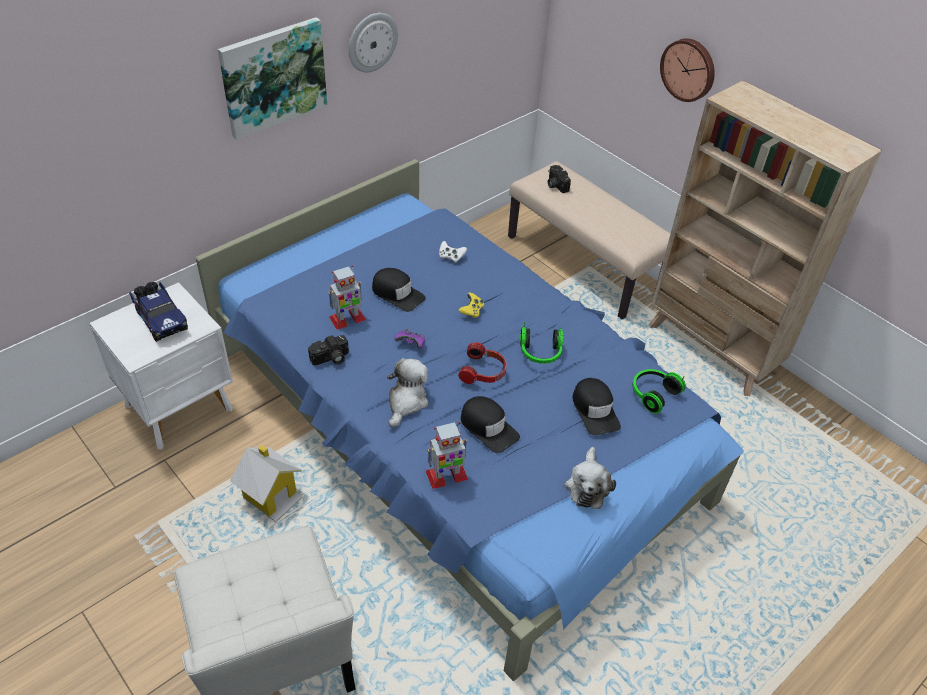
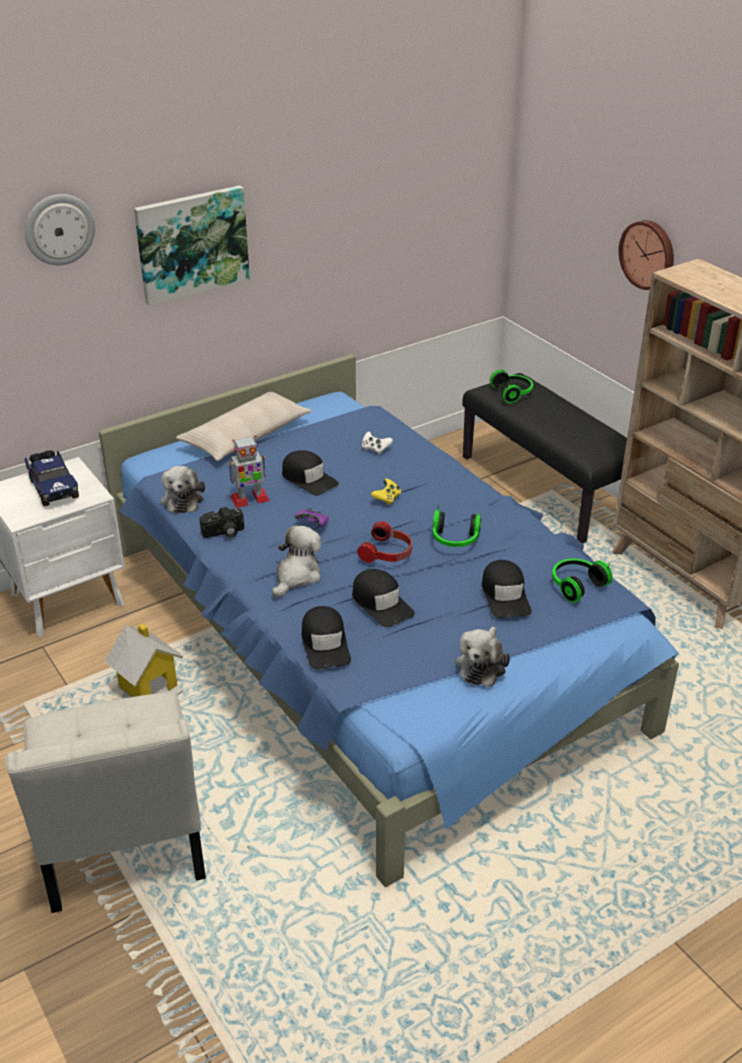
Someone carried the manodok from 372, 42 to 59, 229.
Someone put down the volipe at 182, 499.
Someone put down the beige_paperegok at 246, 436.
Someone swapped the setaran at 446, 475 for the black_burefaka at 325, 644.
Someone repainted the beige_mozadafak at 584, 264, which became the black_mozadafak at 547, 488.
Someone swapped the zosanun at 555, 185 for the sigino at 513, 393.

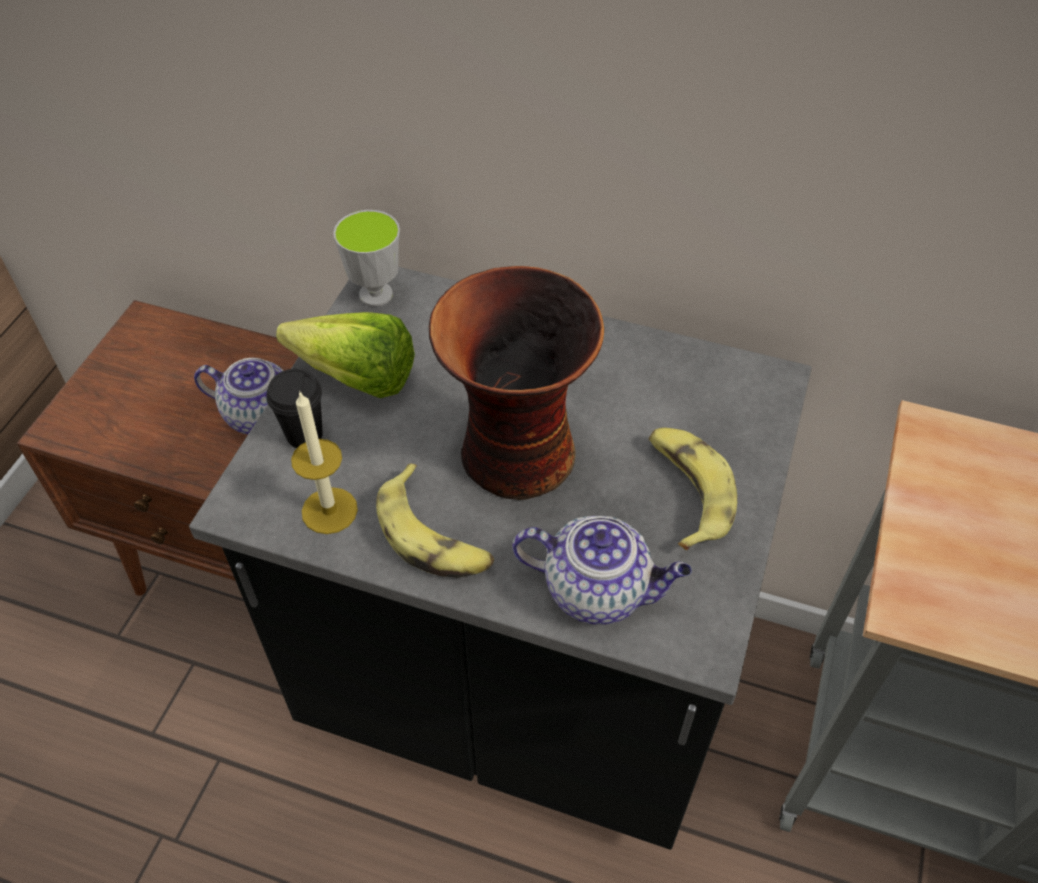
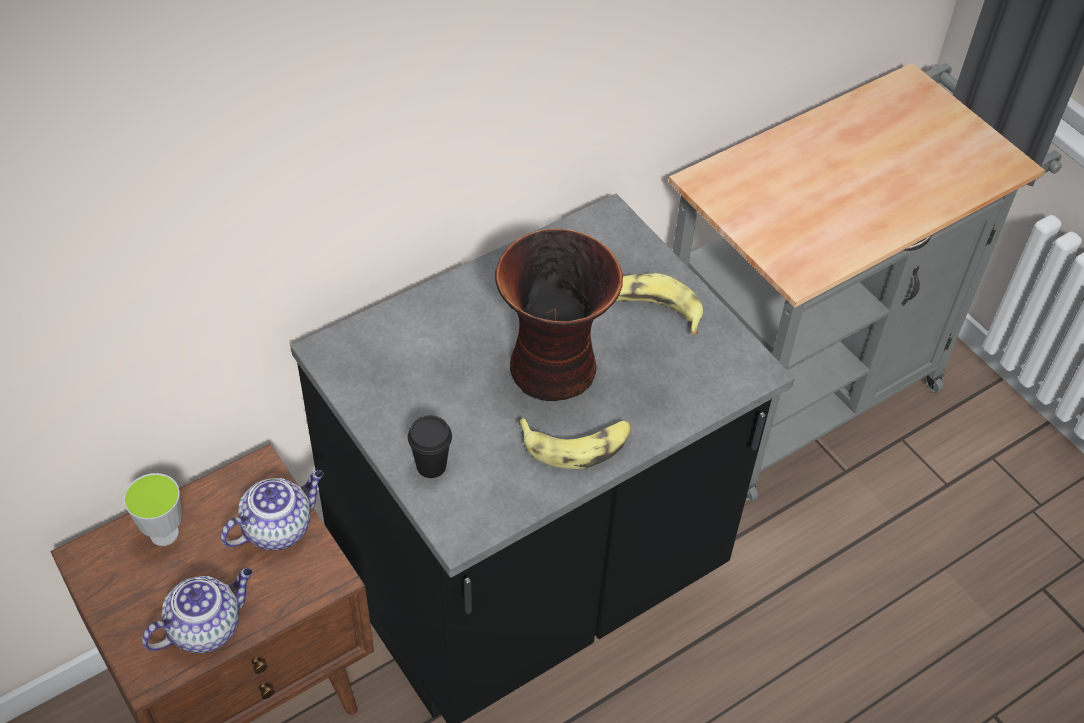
Someone carried the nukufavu from 376, 294 to 164, 534.
Someone carried the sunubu from 598, 590 to 206, 626.
Someone took away the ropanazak at 348, 374.
Someone took away the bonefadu at 329, 510.

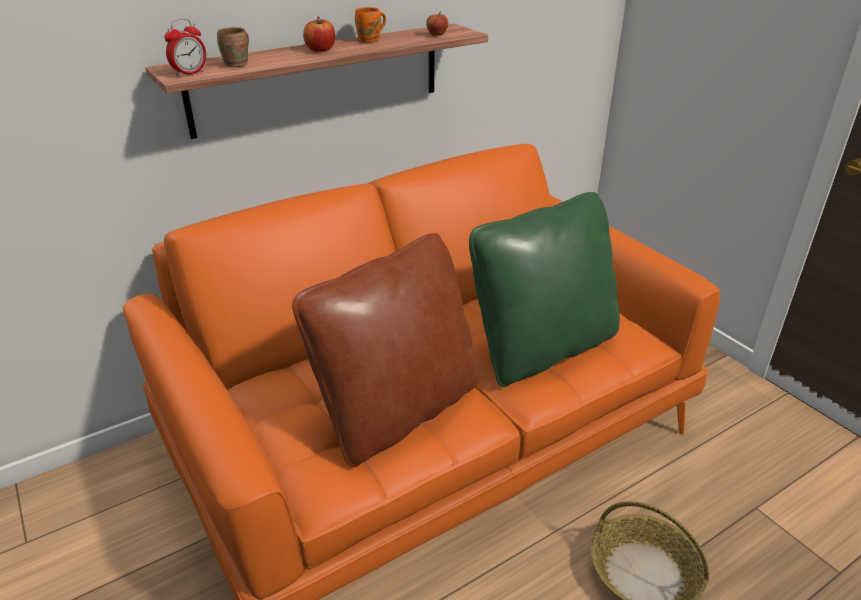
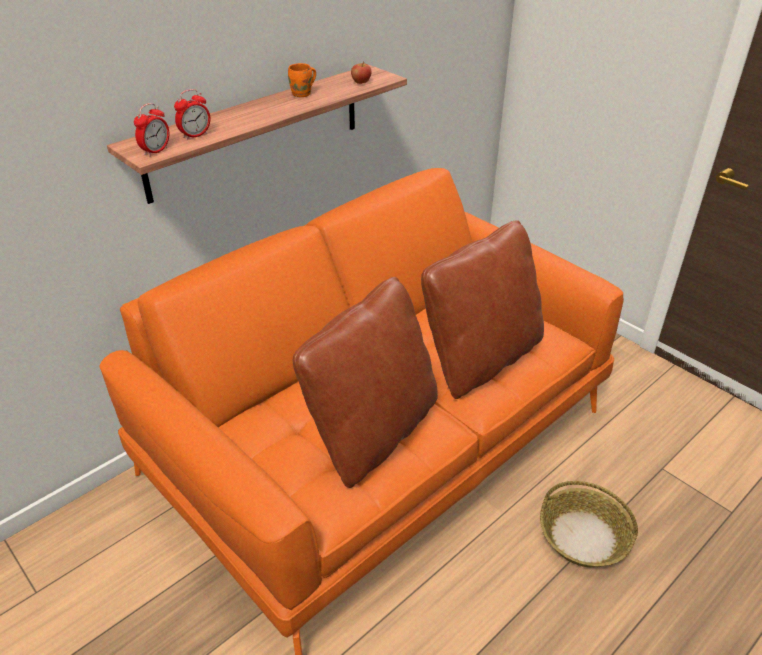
Someone swapped the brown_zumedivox at 238, 64 for the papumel at 195, 135.
Someone repainted the green_paperegok at 542, 348, which became the brown_paperegok at 481, 359.
Someone took away the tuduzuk at 320, 50.

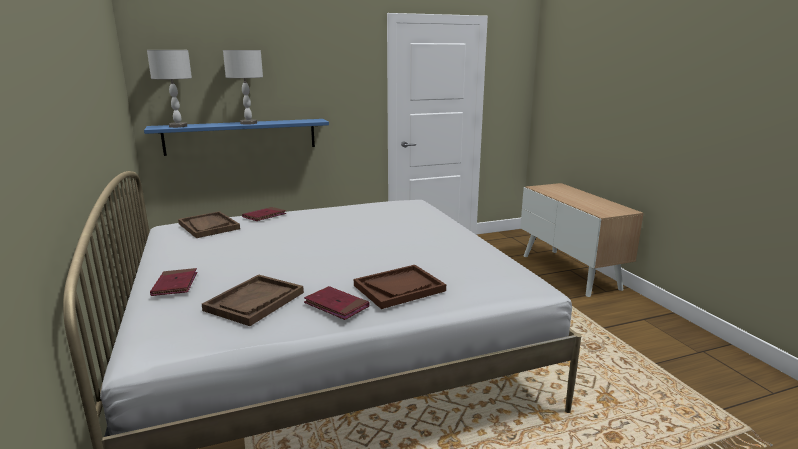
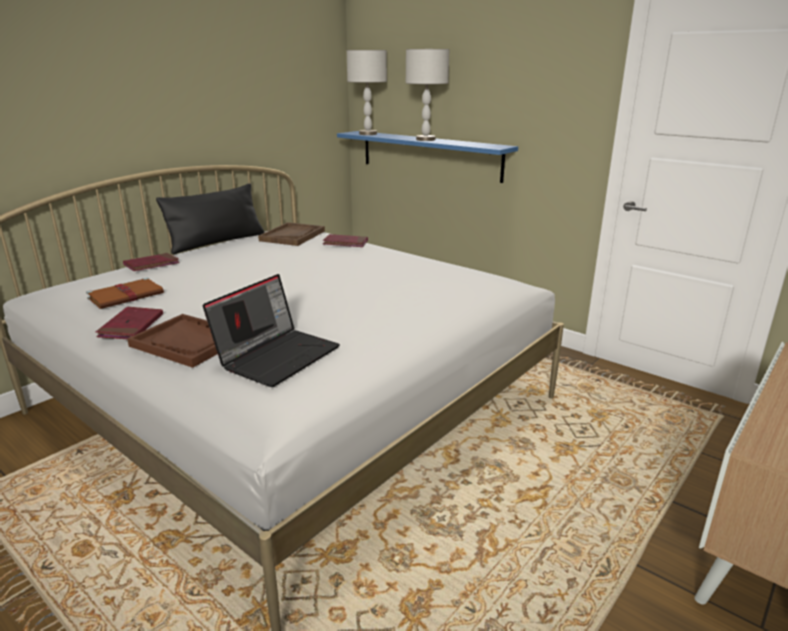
Someone swapped the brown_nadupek at 254, 301 for the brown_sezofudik at 127, 296.
Someone put down the black_paperegok at 217, 242.
Someone put down the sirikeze at 277, 355.

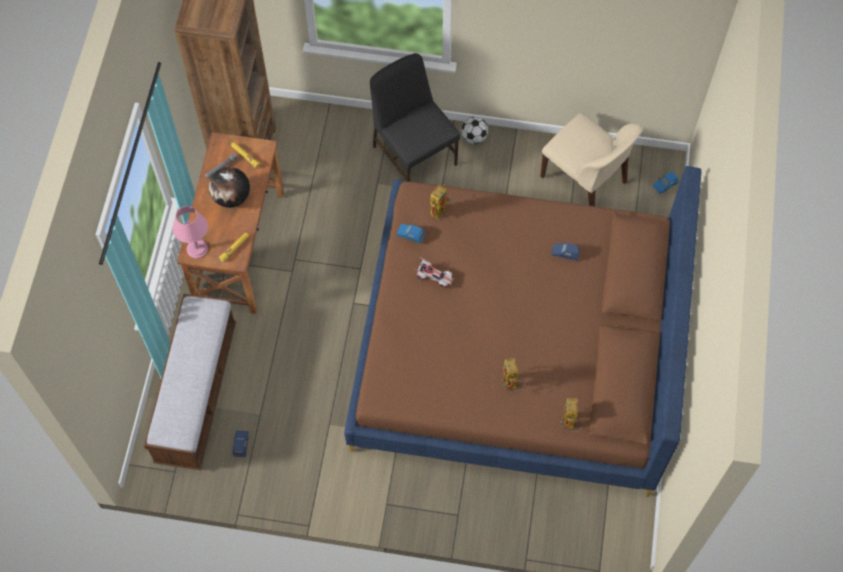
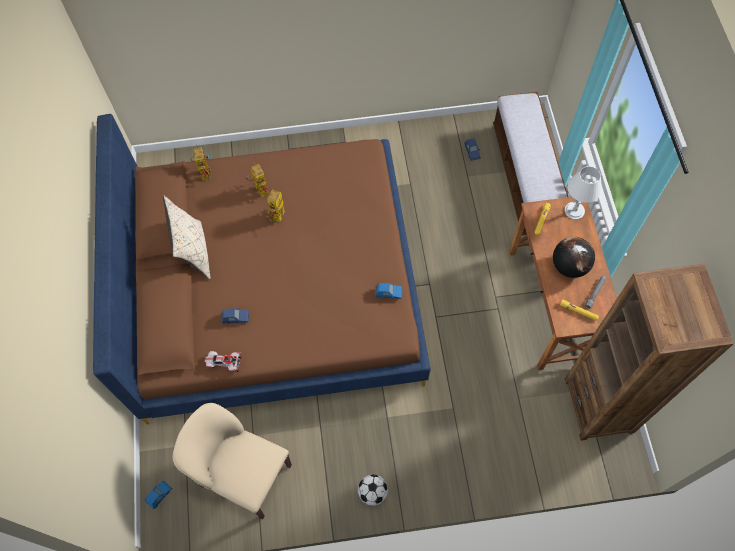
Someone put down the beige_paperegok at 194, 252.
Someone carried the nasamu from 434, 277 to 224, 363.
Someone carried the setaran from 439, 208 to 278, 219.
Someone repainted the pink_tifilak at 196, 249, which became the white_tifilak at 574, 210.
Someone took away the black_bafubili at 414, 154.

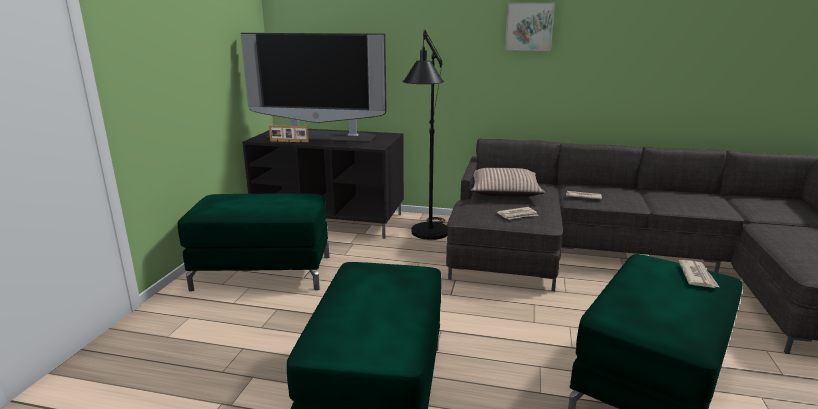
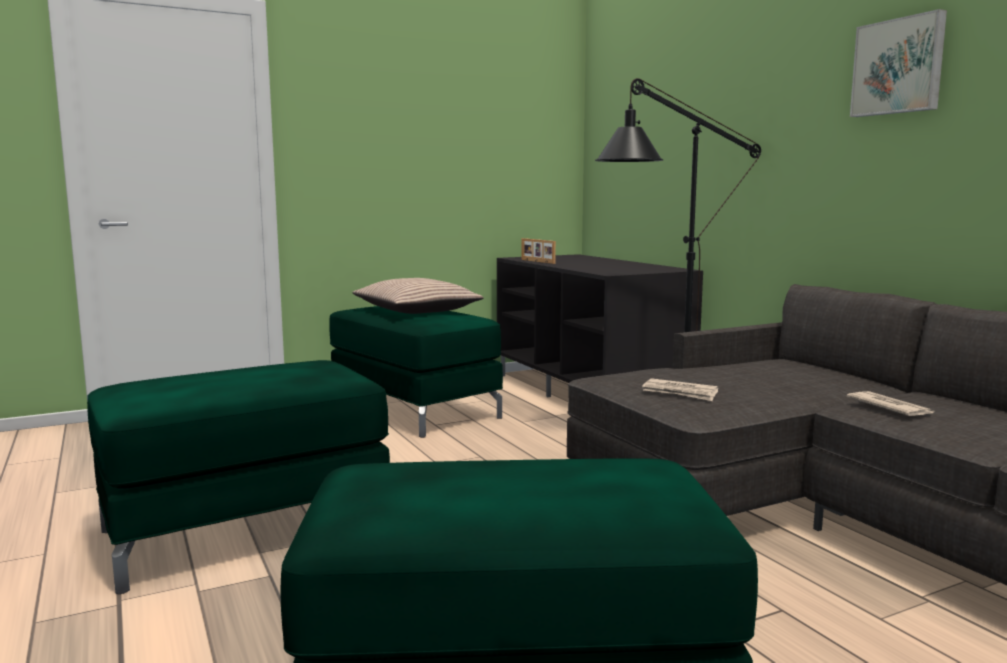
Someone carried the paperegok from 504, 192 to 417, 310.
Someone took away the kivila at 322, 136.
Someone took away the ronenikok at 697, 276.

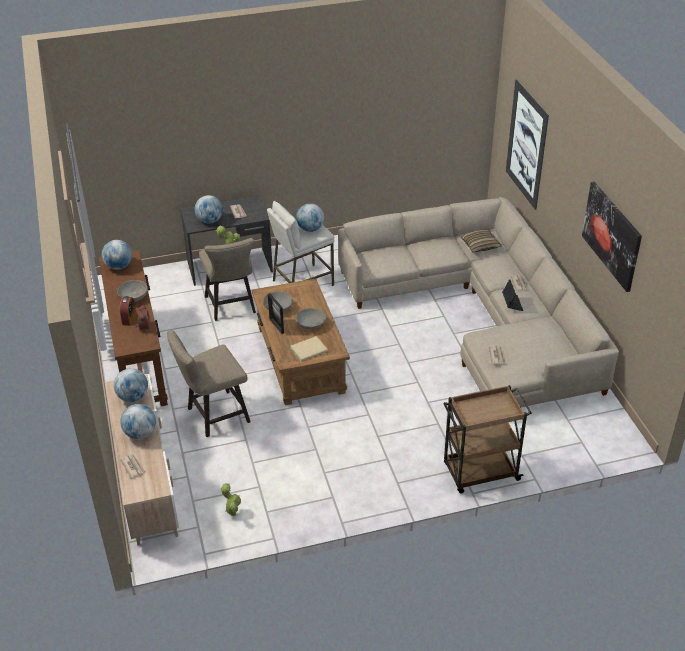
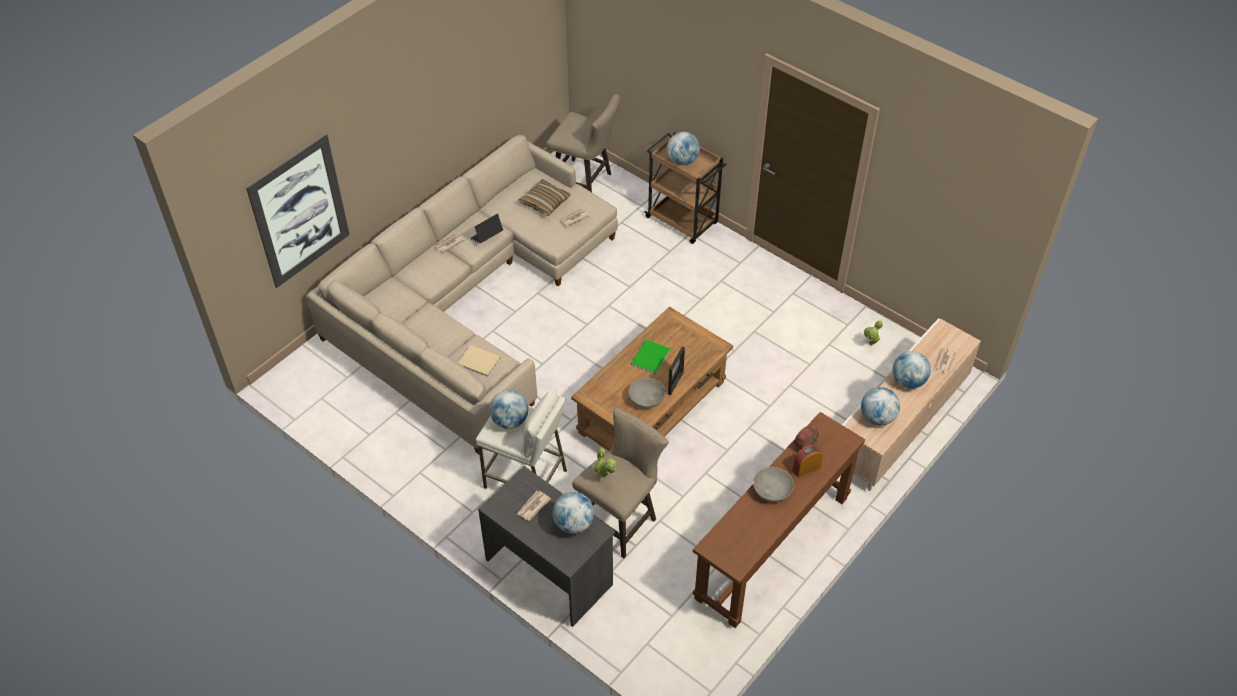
Someone carried the beige_sezofudik from 310, 350 to 478, 360.
Someone carried the paperegok from 480, 245 to 545, 202.
Someone carried the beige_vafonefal from 214, 416 to 585, 182.
Someone swapped the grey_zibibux at 311, 324 for the green_sezofudik at 649, 358.
Someone carried the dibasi from 119, 266 to 682, 161.
Someone took away the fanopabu at 612, 235.

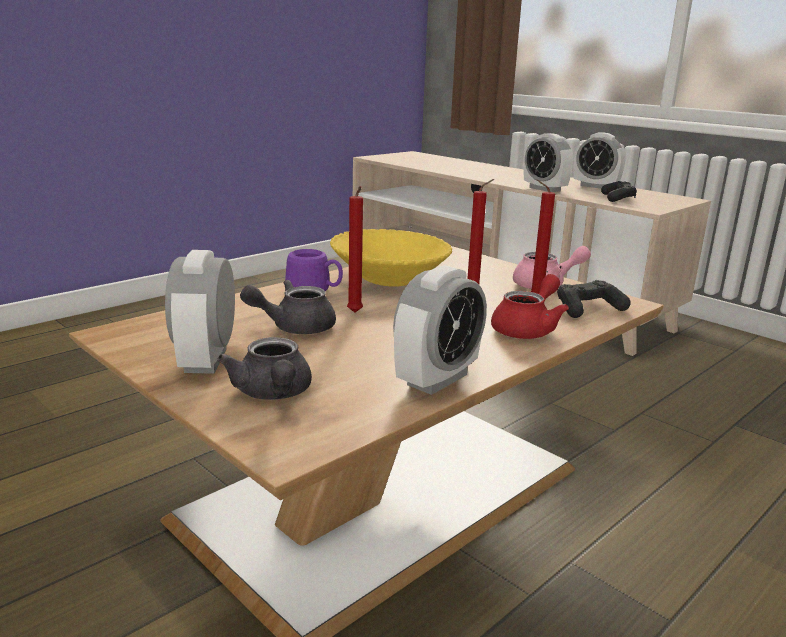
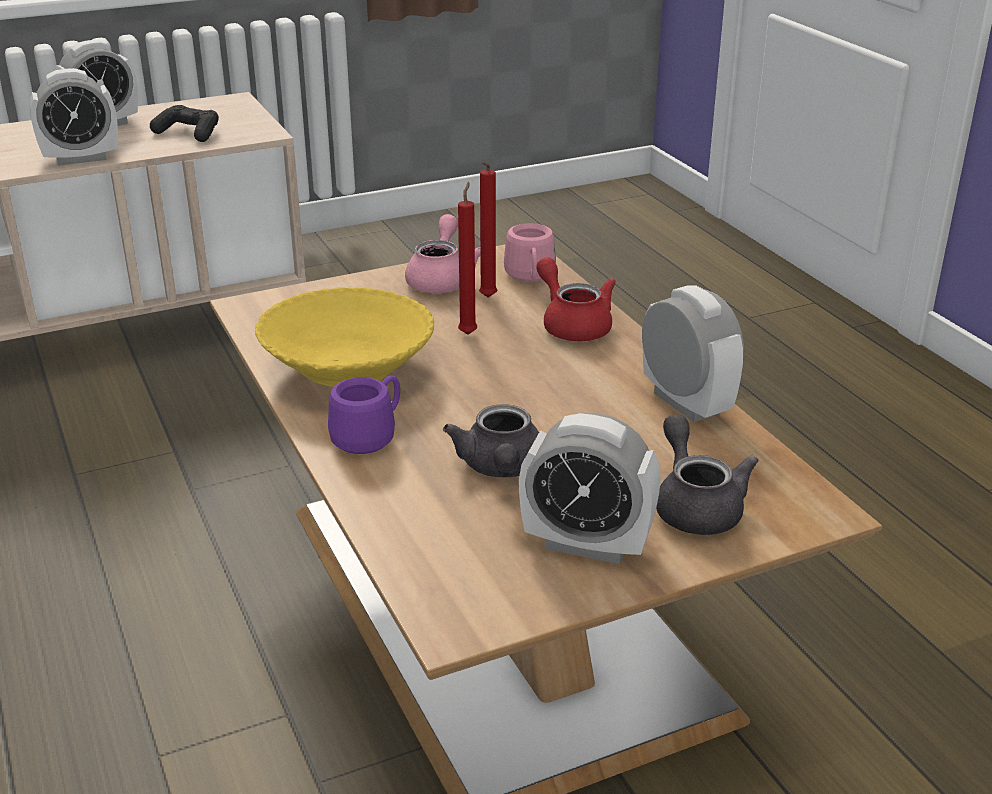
Someone swapped the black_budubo at 588, 309 for the pink_zumedivox at 530, 278.
Someone rotated the grey_sunubu at 273, 394 by 105 degrees counterclockwise.
Someone took away the red_bonefadu at 355, 313.

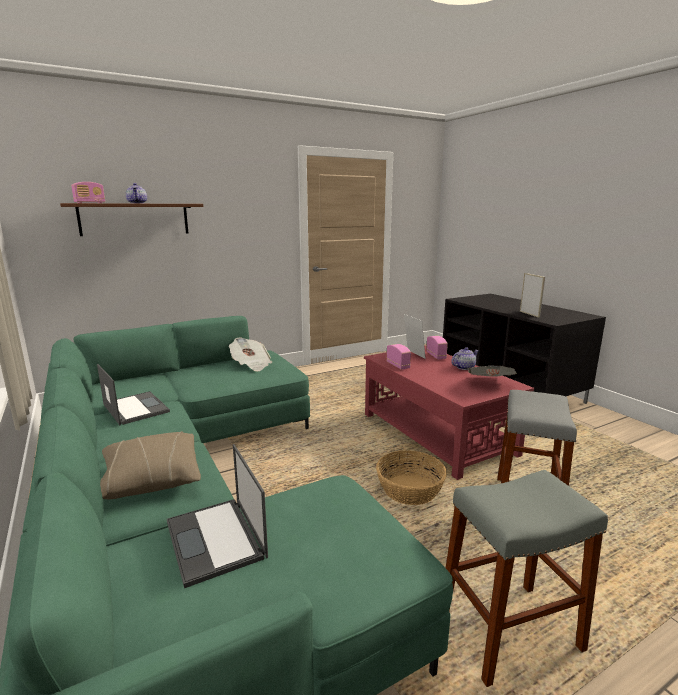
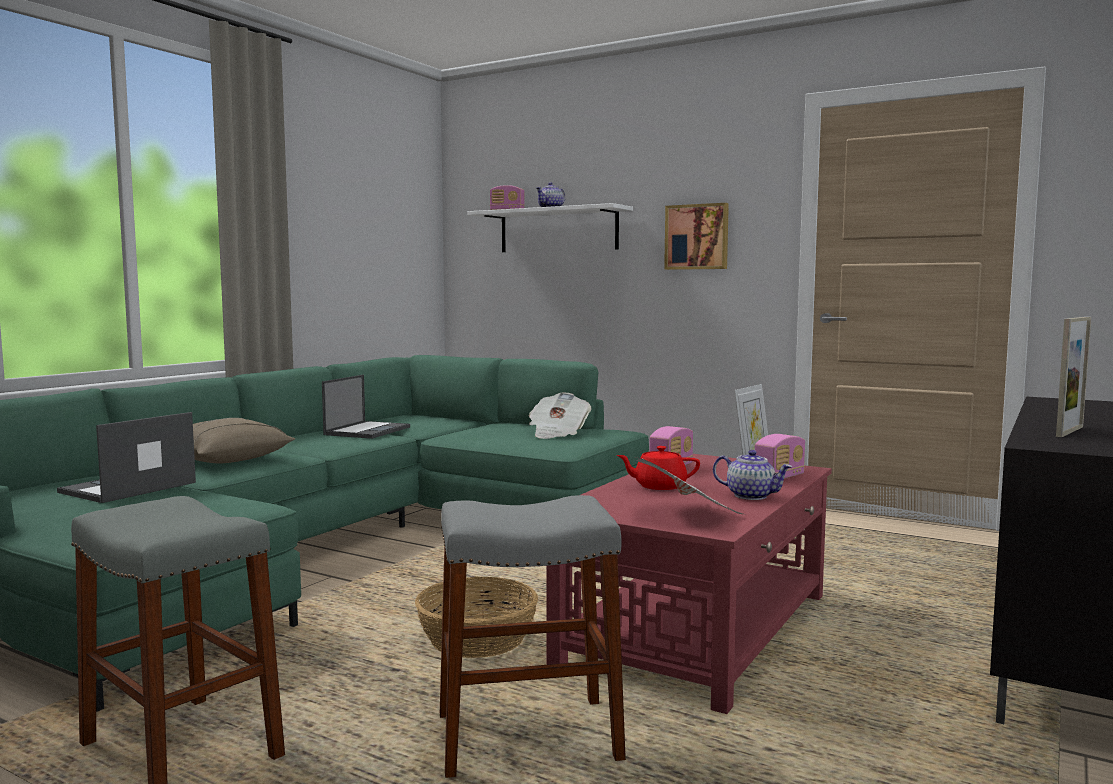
Someone repainted the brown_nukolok at 135, 219, which became the white_nukolok at 558, 230.
Someone put down the red_sunubu at 659, 486.
Someone put up the fanopabu at 697, 237.

